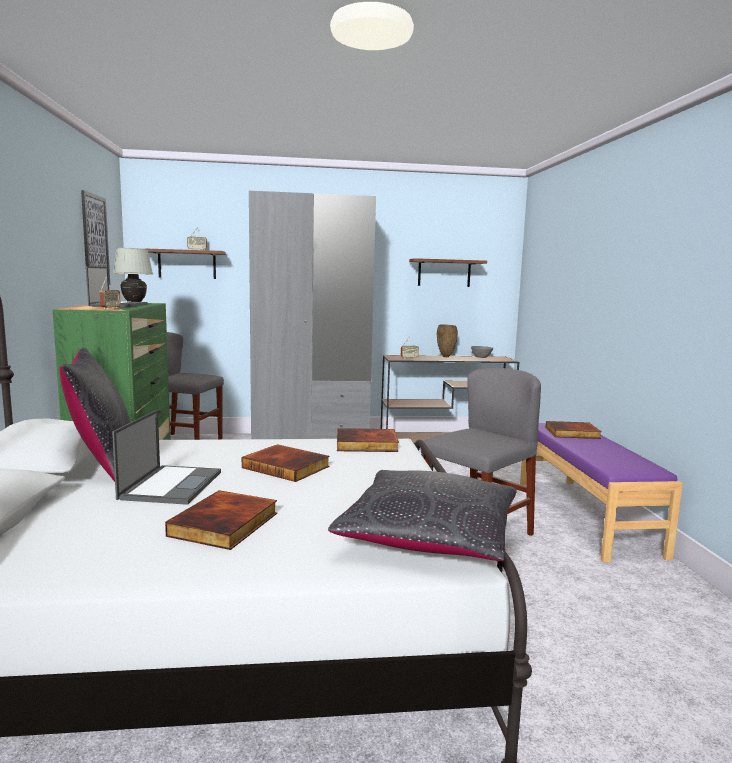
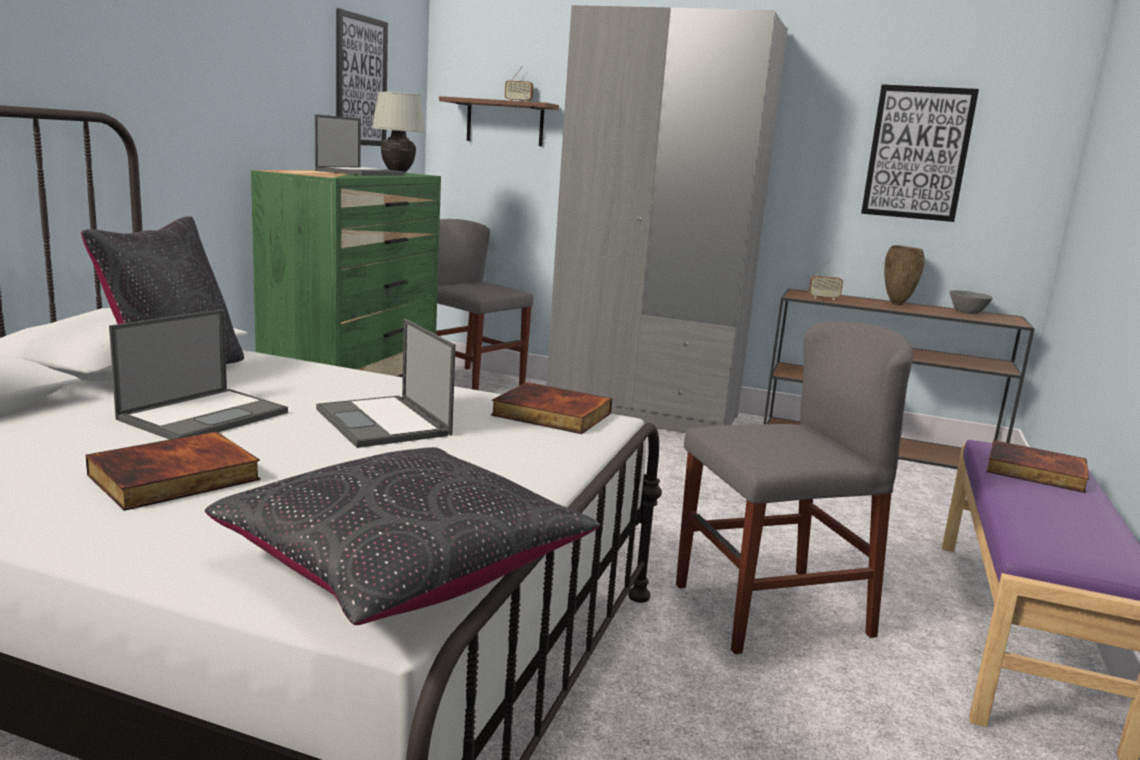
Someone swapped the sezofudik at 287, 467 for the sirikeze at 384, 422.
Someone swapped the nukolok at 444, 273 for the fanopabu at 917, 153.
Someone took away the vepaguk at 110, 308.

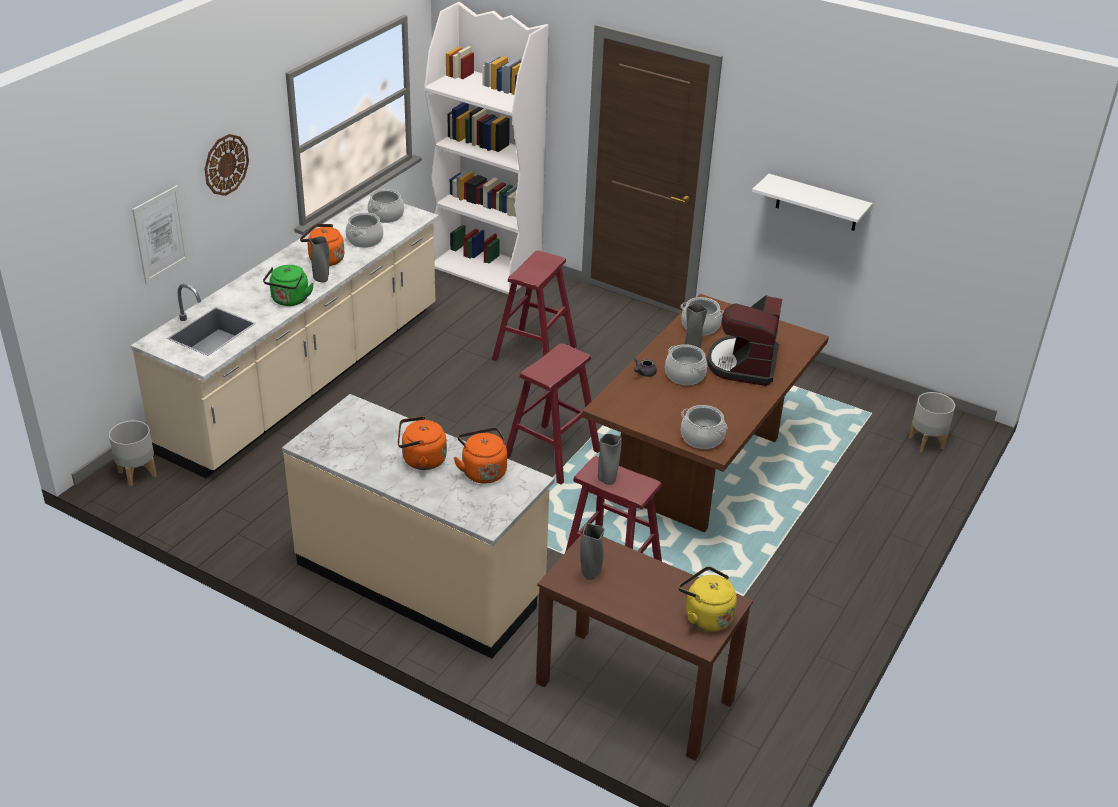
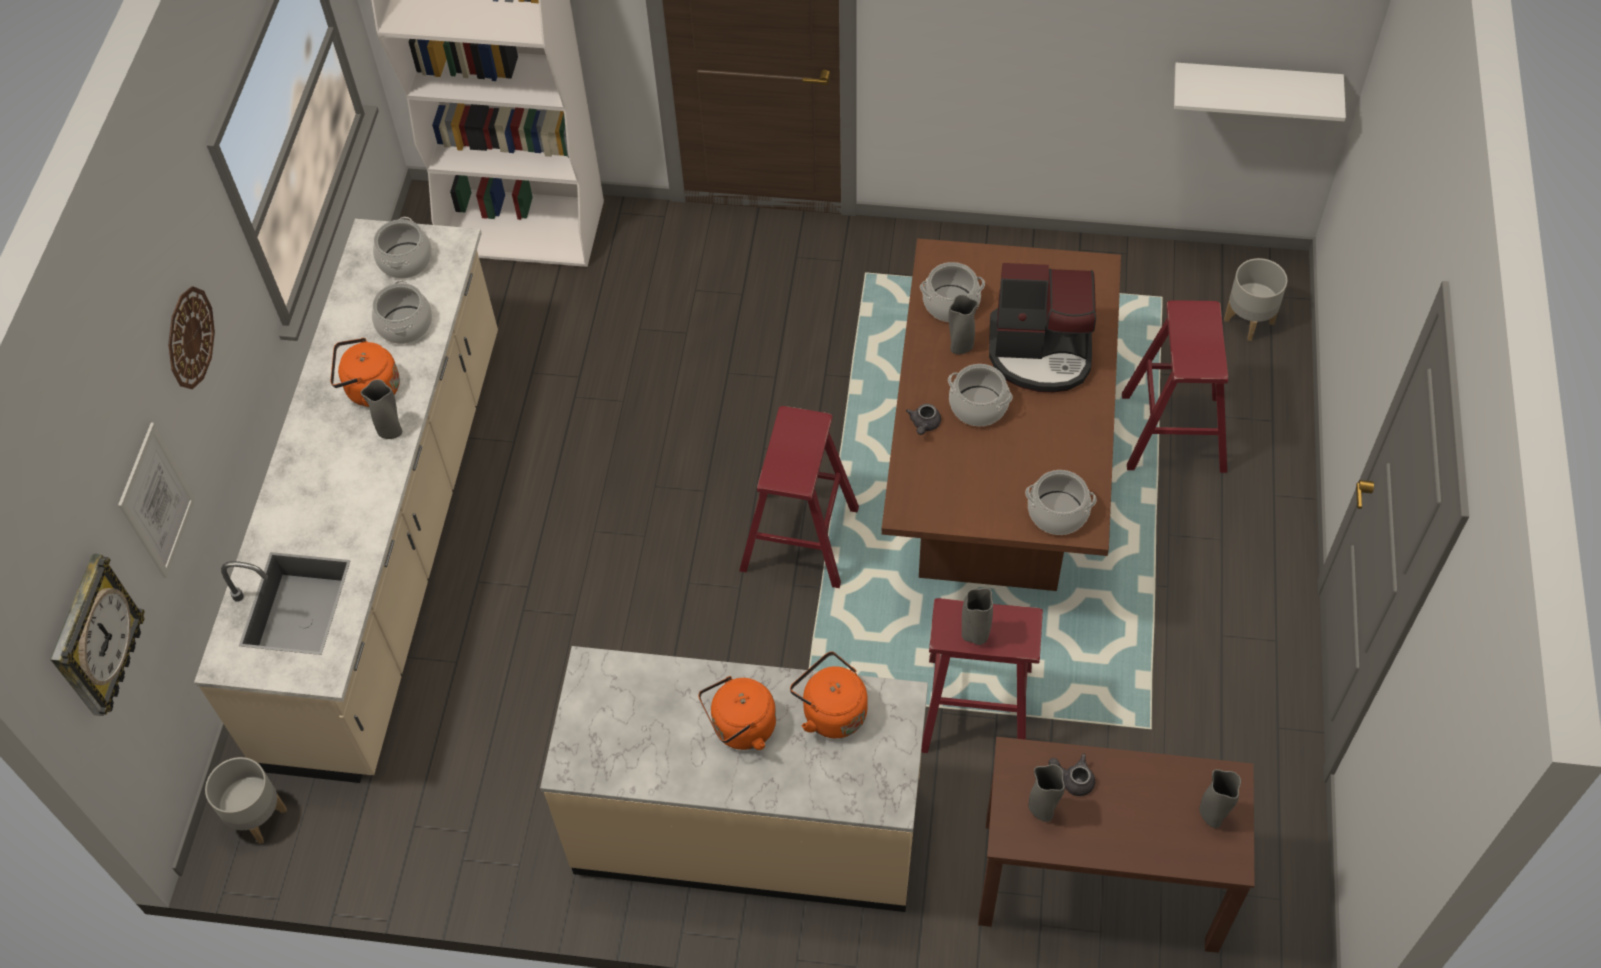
Someone put up the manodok at 95, 638.
Someone rotated the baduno at 743, 364 by 75 degrees counterclockwise.
Someone put down the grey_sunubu at 1073, 779.
Someone carried the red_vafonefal from 534, 353 to 1173, 433.
Someone carried the white_nukolok from 817, 203 to 1254, 87.
Someone swapped the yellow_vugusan at 705, 616 for the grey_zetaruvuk at 1212, 816.
Someone took away the green_vugusan at 289, 300.

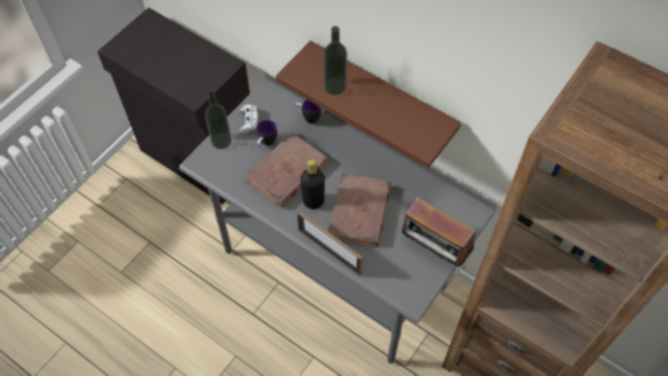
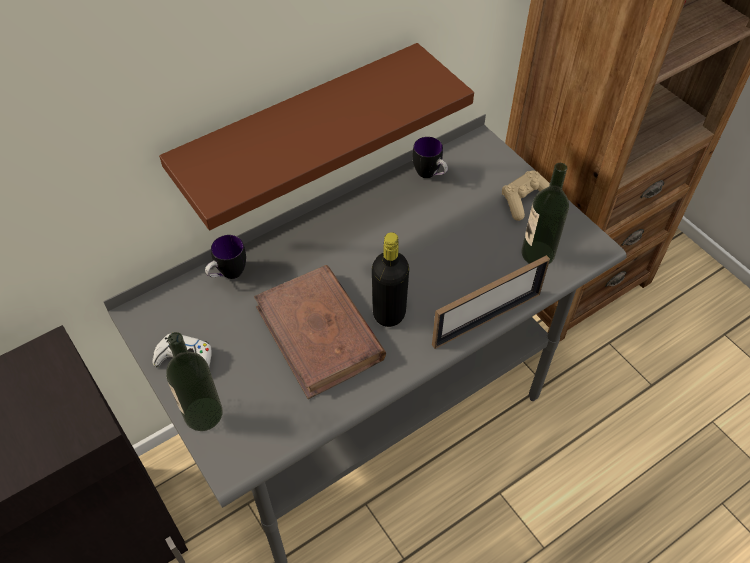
Someone carried the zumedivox from 266, 143 to 430, 175.
Someone swapped the vepaguk at 434, 250 for the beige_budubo at 524, 201.
Someone carried the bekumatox from 335, 86 to 537, 253.
Someone took away the brown_sezofudik at 359, 213.

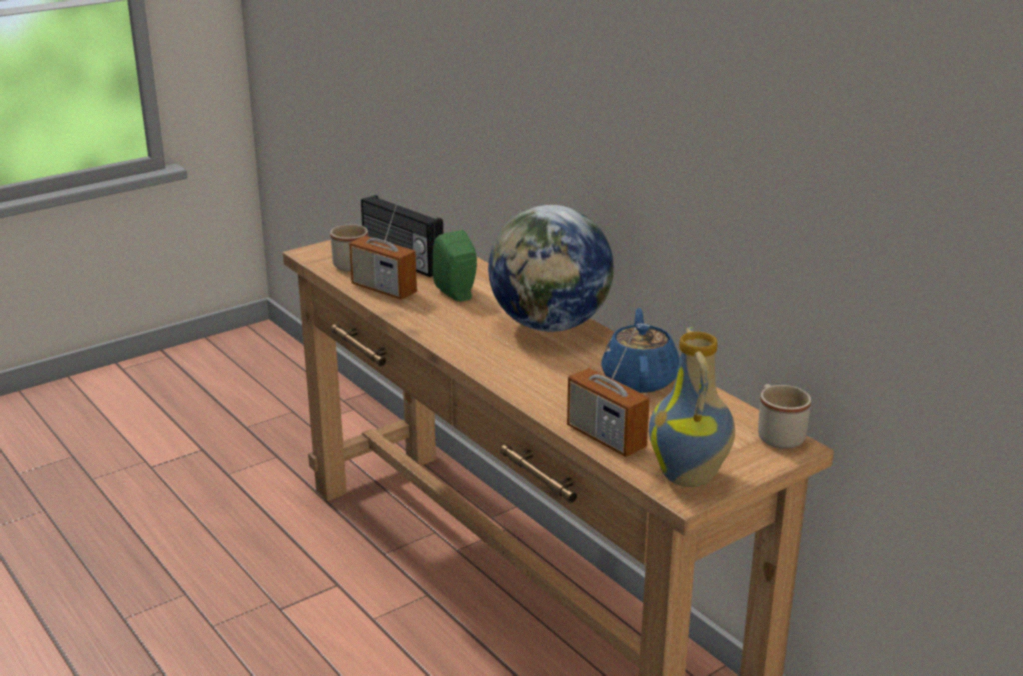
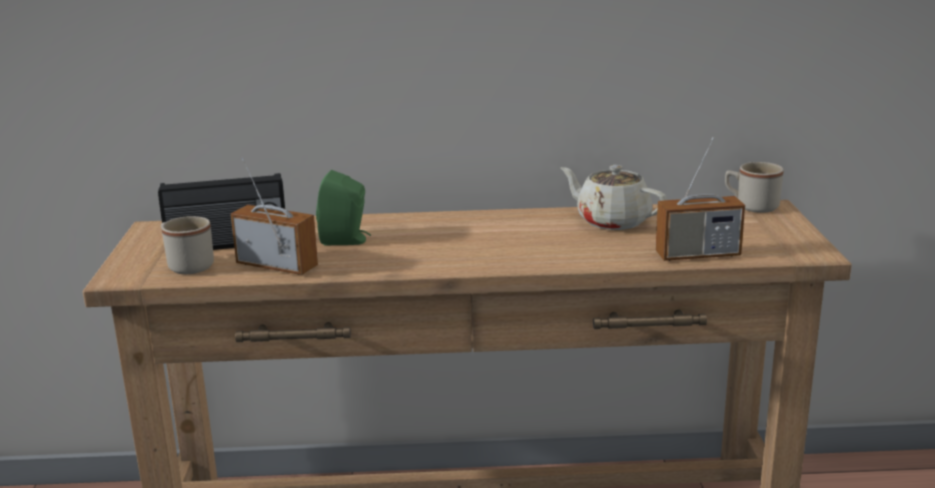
Someone rotated the vepaguk at 384, 289 by 135 degrees counterclockwise.
Someone repainted the blue_sunubu at 639, 379, which became the beige_sunubu at 612, 221.
Someone took away the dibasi at 550, 325.
Someone took away the zetaruvuk at 690, 477.

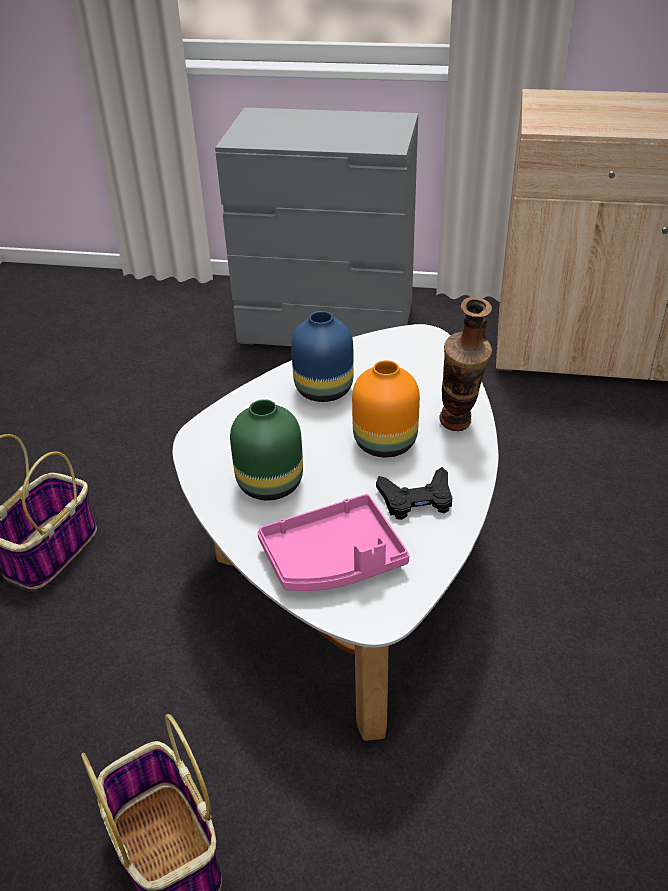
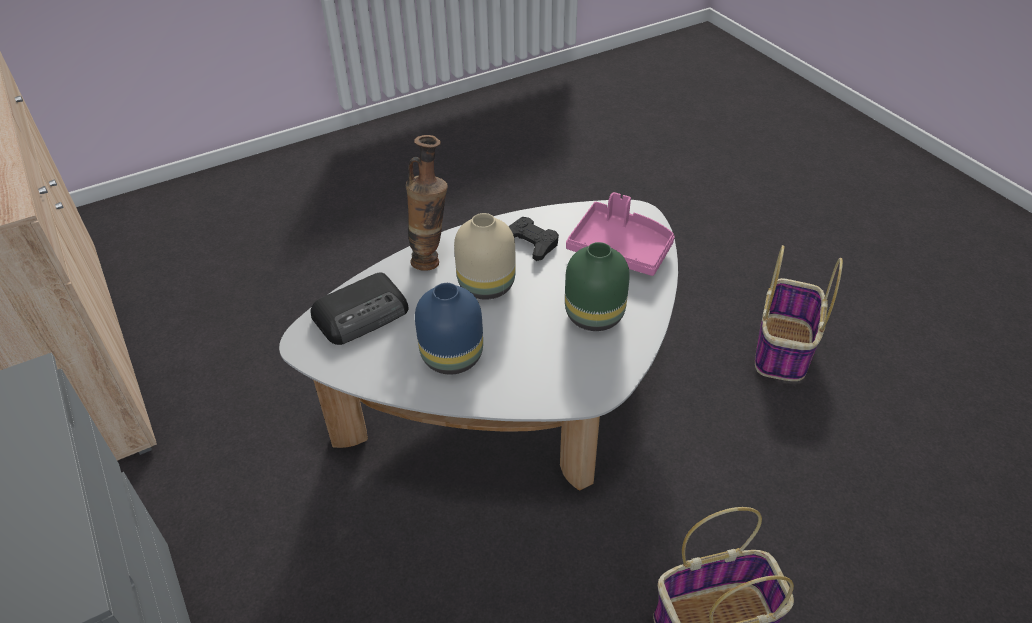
Someone put down the vepaguk at 363, 314.
Someone repainted the orange_zetaruvuk at 383, 442, which became the beige_zetaruvuk at 486, 286.

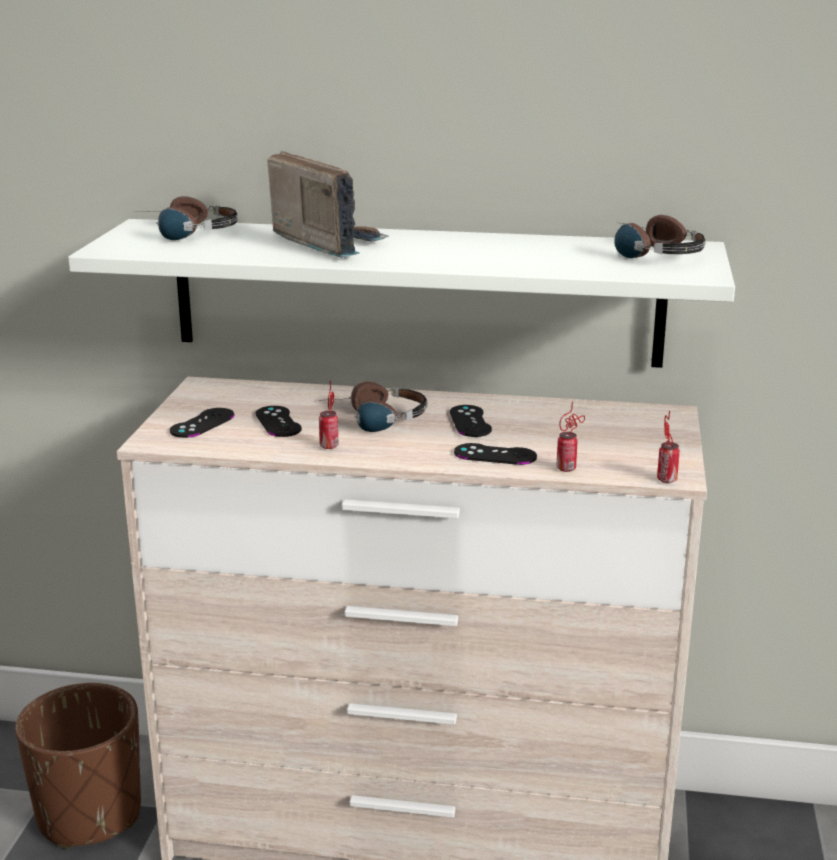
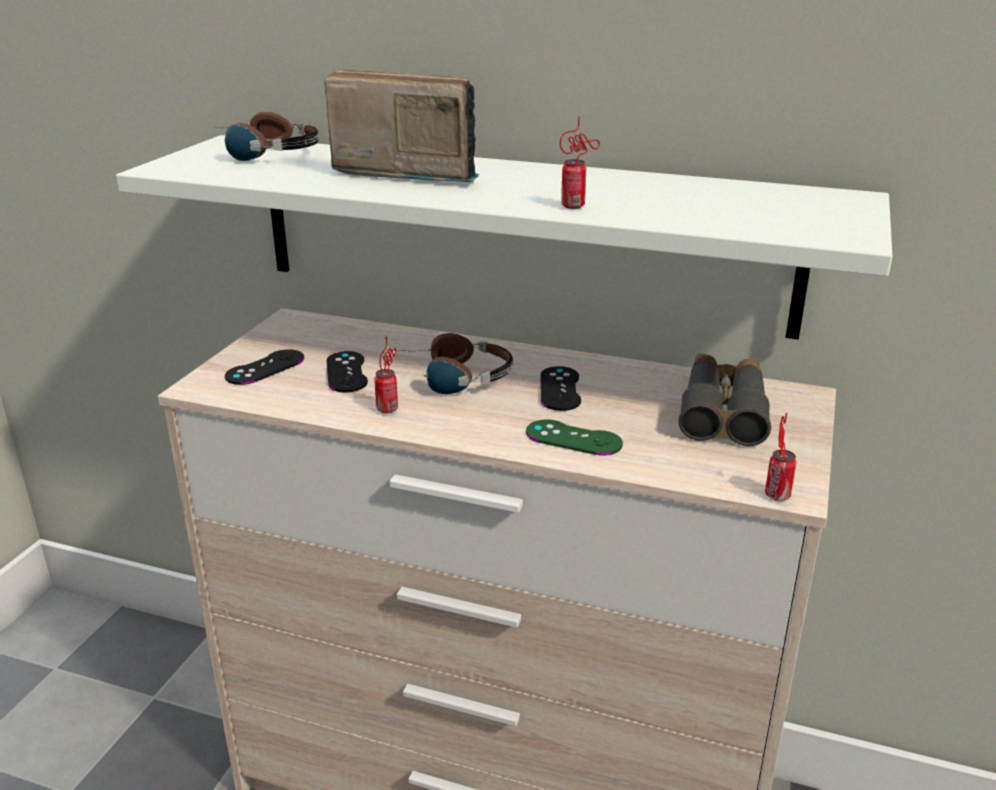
Someone rotated the vepaguk at 327, 242 by 45 degrees counterclockwise.
Someone repainted the black_budubo at 495, 455, which became the green_budubo at 573, 438.
Someone carried the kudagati from 567, 468 to 575, 206.
Someone put down the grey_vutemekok at 723, 410.
Someone took away the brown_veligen at 90, 815.
Someone took away the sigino at 647, 253.

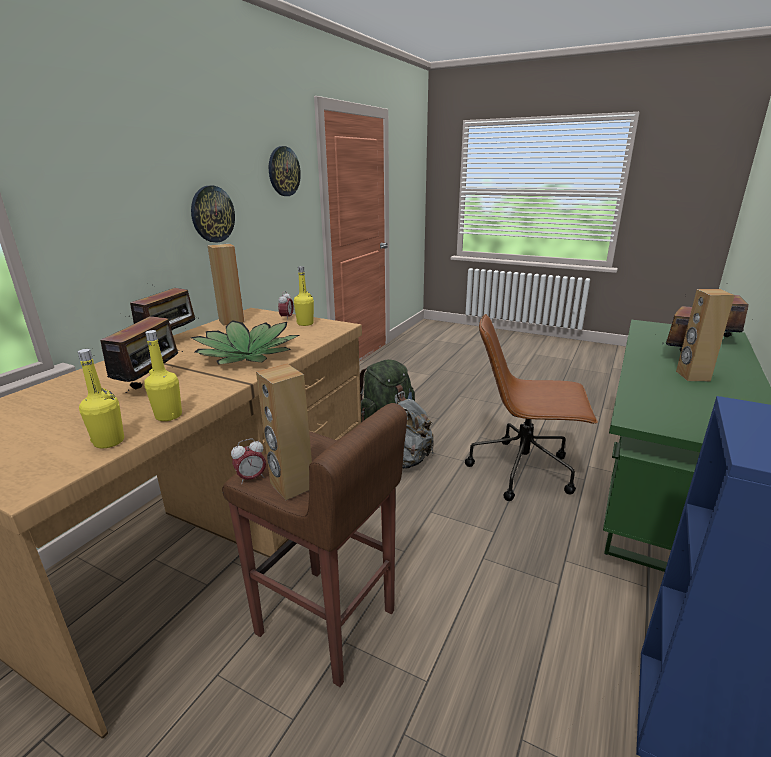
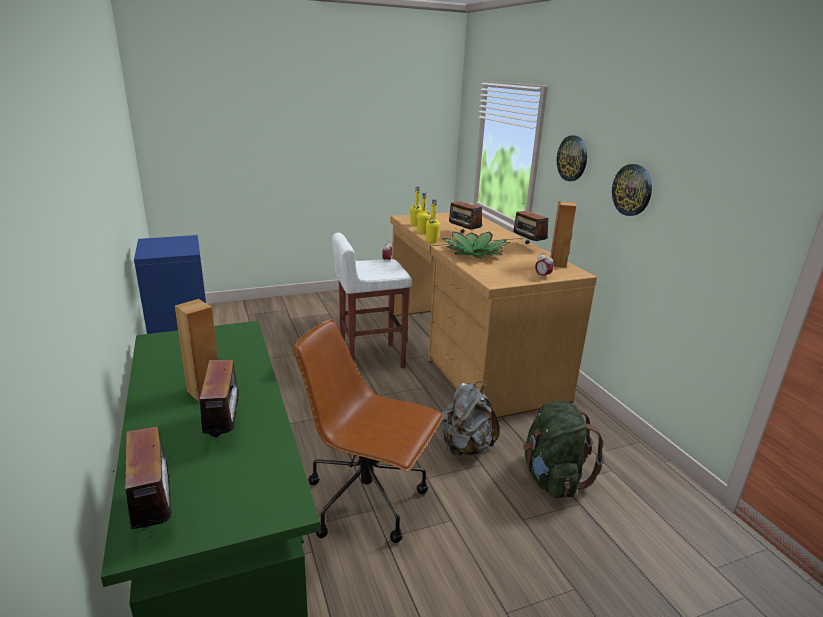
Someone rotated the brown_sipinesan at 523, 470 by 120 degrees counterclockwise.
Someone repainted the brown_vafonefal at 326, 624, which became the white_vafonefal at 370, 358.
Someone carried the yellow_bekumatox from 305, 323 to 432, 241.
Someone carried the manodok from 283, 171 to 572, 158.
Someone took away the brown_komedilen at 291, 486.

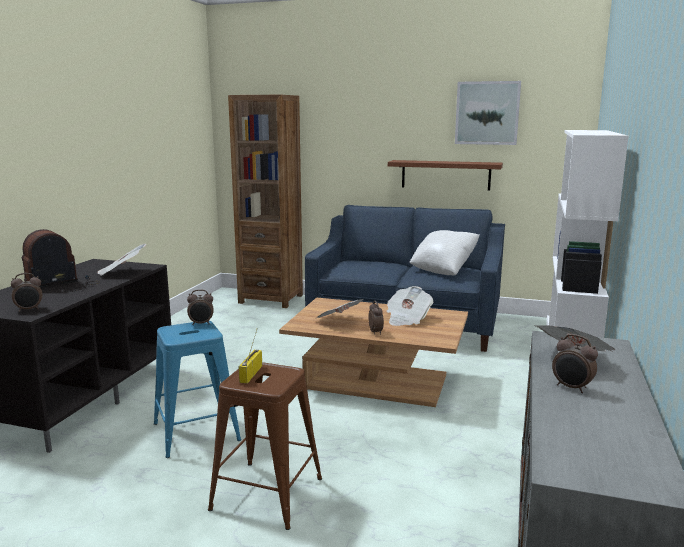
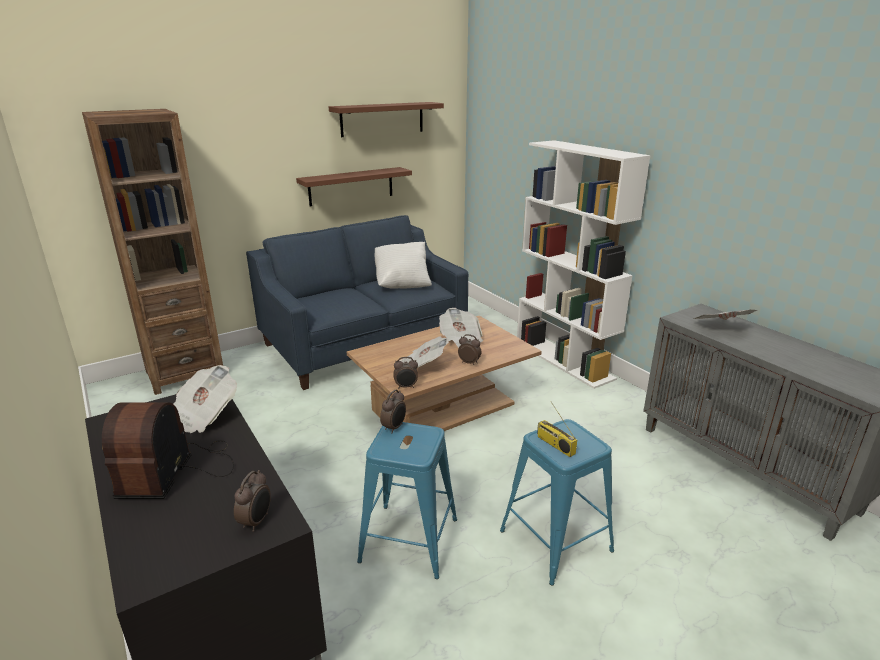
Someone swapped the fanopabu at 487, 113 for the brown_nukolok at 382, 119.
Someone carried the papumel from 571, 388 to 406, 387.
Someone repainted the brown_vafonefal at 267, 493, which became the blue_vafonefal at 555, 540.

